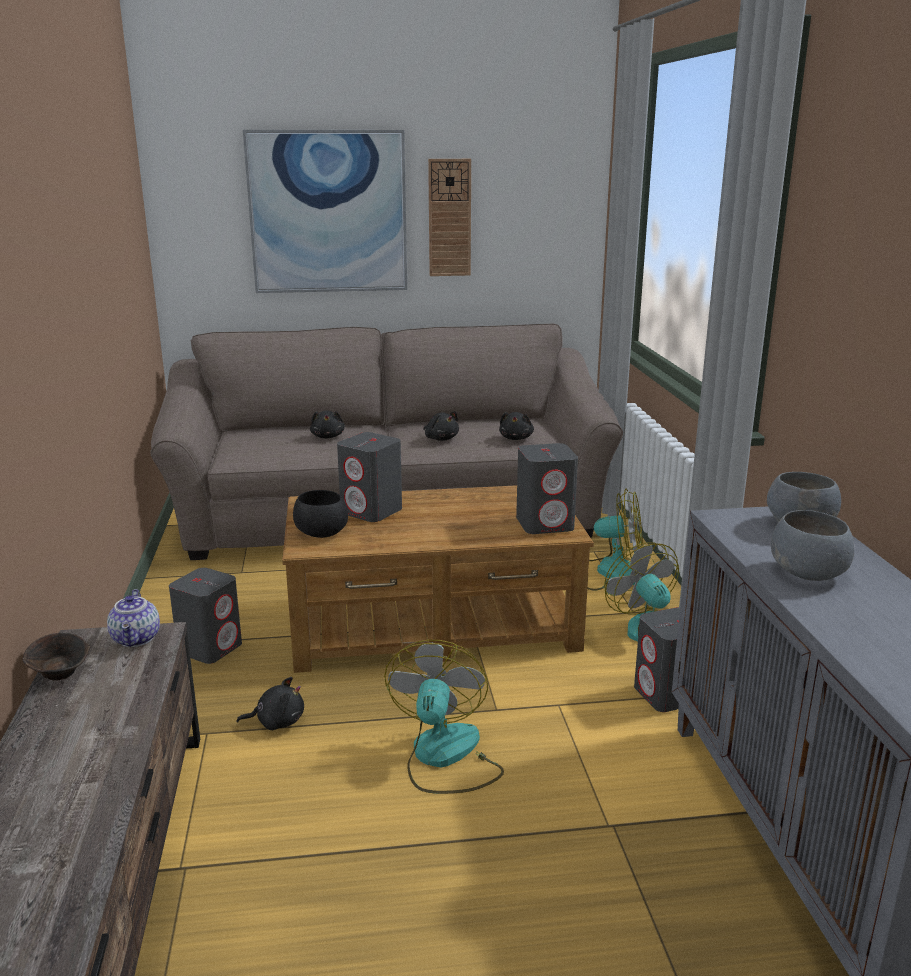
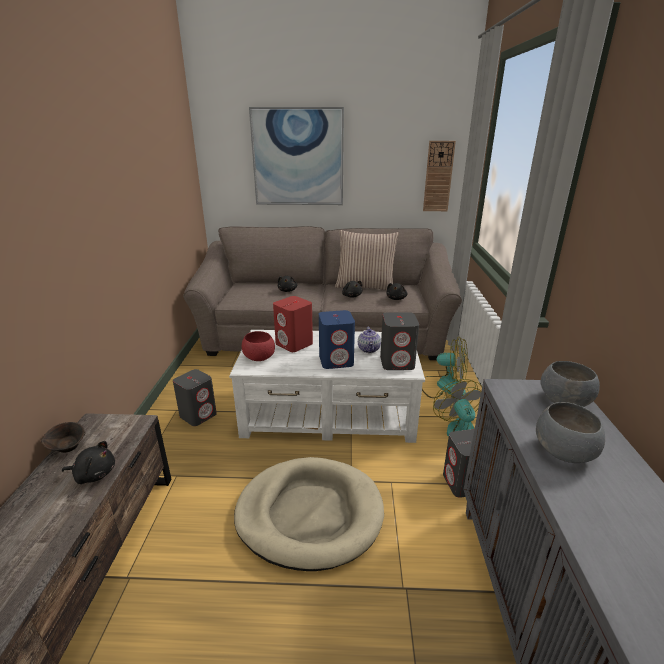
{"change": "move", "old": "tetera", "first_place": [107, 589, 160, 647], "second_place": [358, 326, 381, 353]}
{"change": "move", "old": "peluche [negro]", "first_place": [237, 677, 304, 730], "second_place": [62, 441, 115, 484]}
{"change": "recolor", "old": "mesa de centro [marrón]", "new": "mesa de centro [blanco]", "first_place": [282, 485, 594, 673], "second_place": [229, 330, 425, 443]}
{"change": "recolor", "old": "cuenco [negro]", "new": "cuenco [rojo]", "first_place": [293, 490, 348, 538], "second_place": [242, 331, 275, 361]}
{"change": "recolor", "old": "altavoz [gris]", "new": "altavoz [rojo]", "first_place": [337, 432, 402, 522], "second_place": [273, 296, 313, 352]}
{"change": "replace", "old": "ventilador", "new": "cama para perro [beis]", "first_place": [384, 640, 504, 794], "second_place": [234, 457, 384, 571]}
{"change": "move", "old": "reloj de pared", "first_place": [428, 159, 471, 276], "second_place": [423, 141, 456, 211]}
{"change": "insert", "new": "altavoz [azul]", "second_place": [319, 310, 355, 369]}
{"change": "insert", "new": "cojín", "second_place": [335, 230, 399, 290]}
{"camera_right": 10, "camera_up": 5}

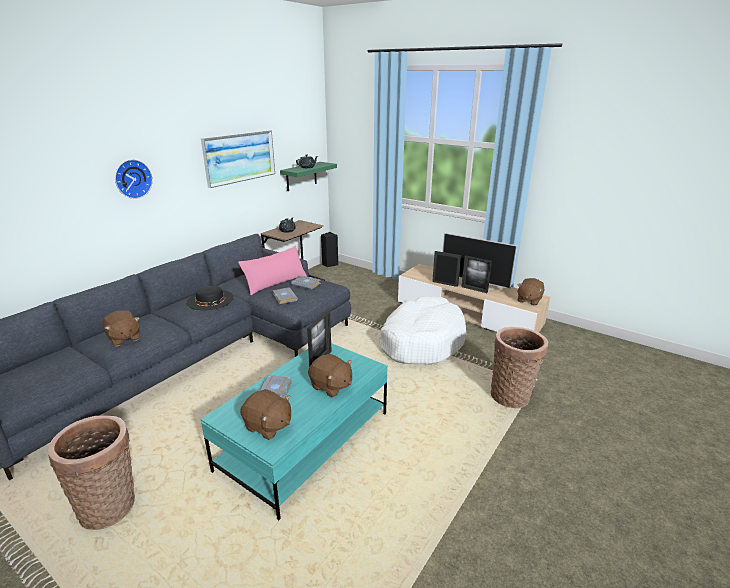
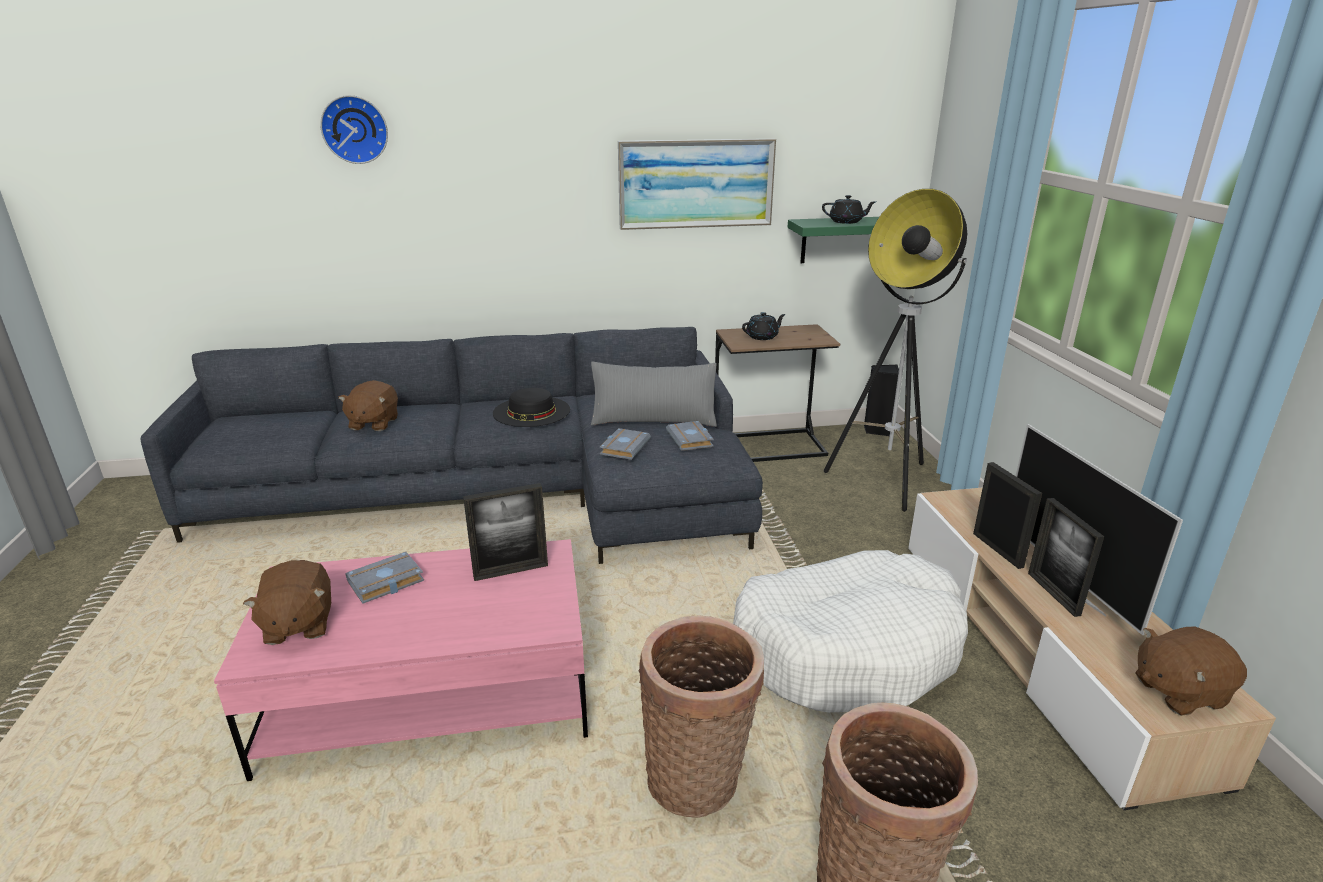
{"change": "move", "old": "cesta", "first_place": [48, 416, 135, 530], "second_place": [639, 616, 764, 818]}
{"change": "move", "old": "reloj de pared", "first_place": [115, 159, 153, 199], "second_place": [320, 95, 388, 164]}
{"change": "recolor", "old": "mesa de centro [turquesa]", "new": "mesa de centro [rosa]", "first_place": [201, 343, 388, 520], "second_place": [214, 539, 588, 781]}
{"change": "recolor", "old": "cojín [rosa]", "new": "cojín [gris]", "first_place": [238, 246, 307, 295], "second_place": [591, 362, 717, 427]}
{"change": "delete", "old": "peluche [marrón]", "first_place": [308, 354, 352, 397]}
{"change": "insert", "new": "lámpara de pie", "second_place": [824, 189, 967, 512]}
{"camera_right": 45, "camera_up": 0}

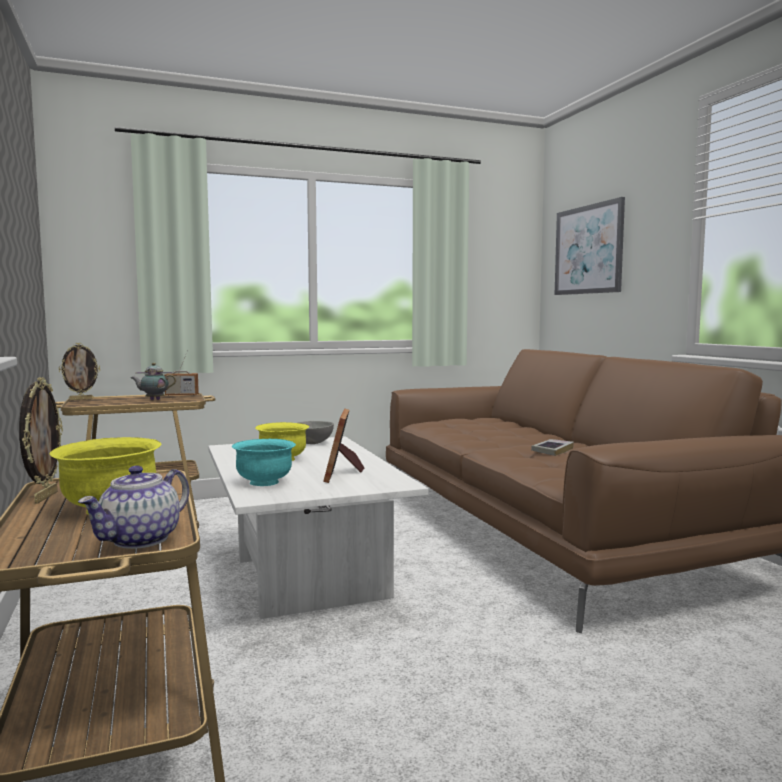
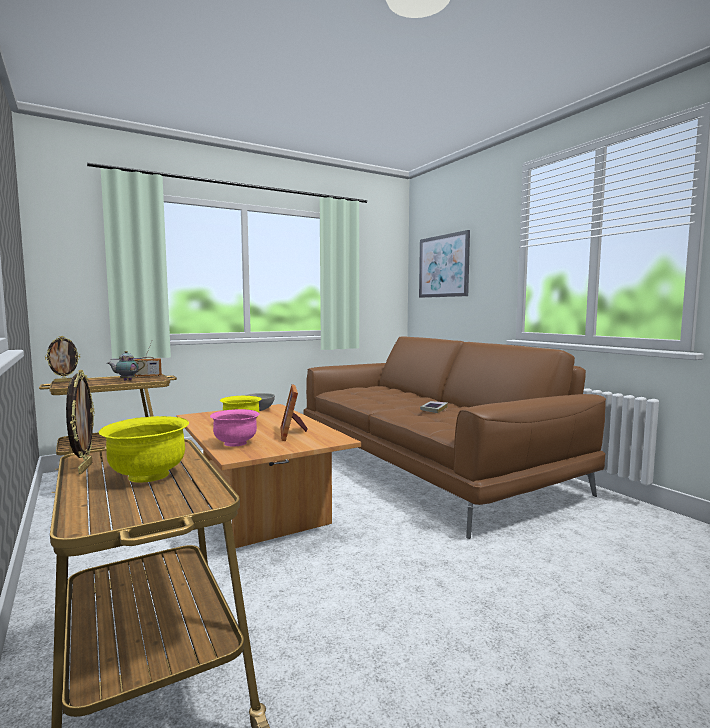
{"change": "delete", "old": "tetera", "first_place": [78, 465, 189, 549]}
{"change": "recolor", "old": "mesa de centro [blanco]", "new": "mesa de centro [marrón]", "first_place": [208, 436, 428, 619], "second_place": [176, 404, 361, 548]}
{"change": "recolor", "old": "cuenco [turquesa]", "new": "cuenco [rosa]", "first_place": [232, 439, 296, 486], "second_place": [210, 409, 260, 446]}
{"camera_right": -10, "camera_up": 0}

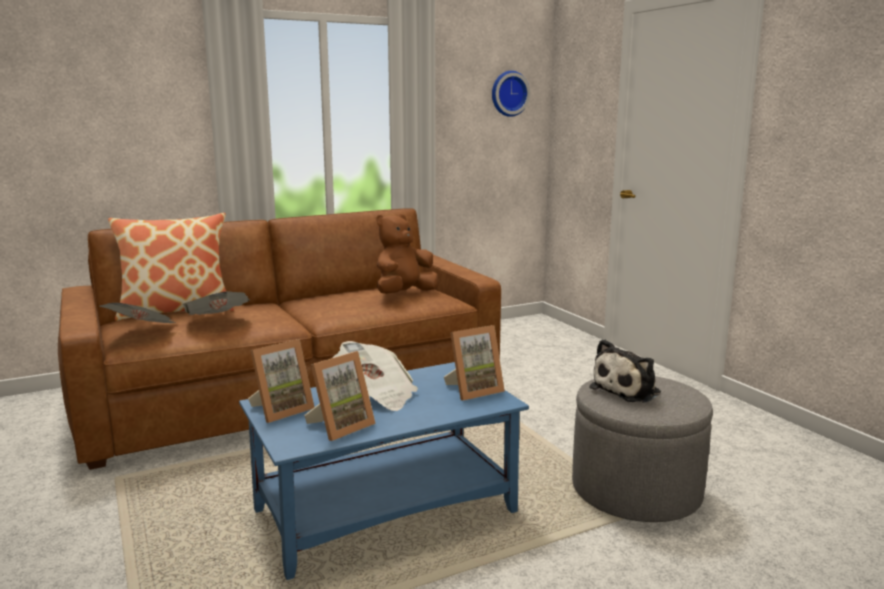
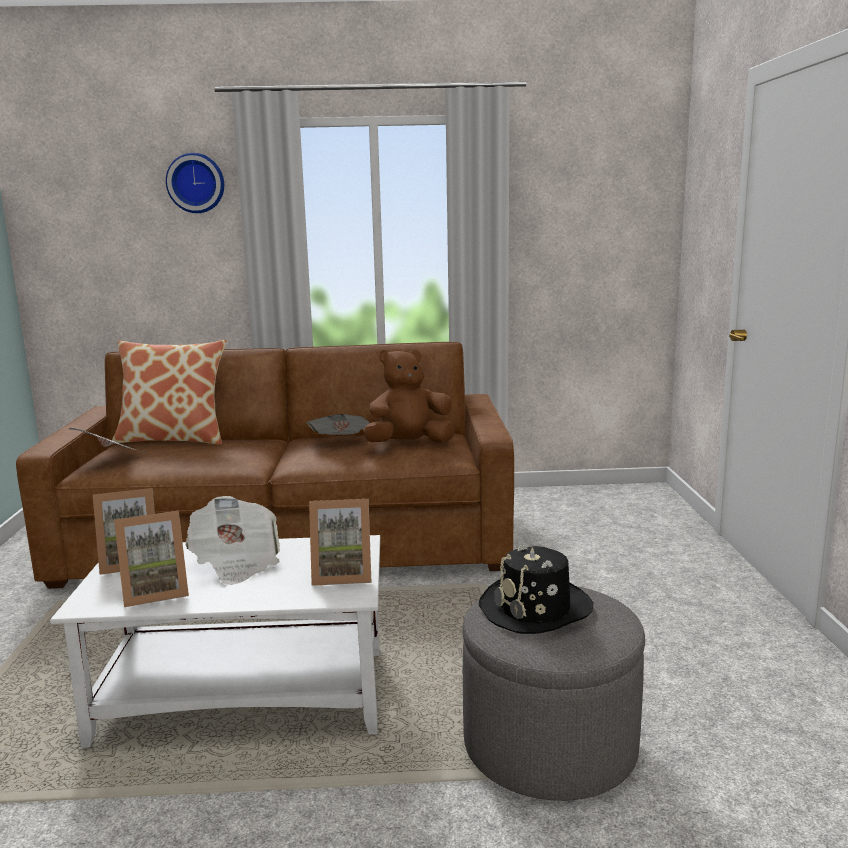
{"change": "move", "old": "periódico", "first_place": [183, 291, 250, 315], "second_place": [306, 414, 370, 435]}
{"change": "recolor", "old": "mesa de centro [azul]", "new": "mesa de centro [blanco]", "first_place": [239, 362, 529, 580], "second_place": [50, 535, 380, 748]}
{"change": "move", "old": "reloj de pared", "first_place": [492, 71, 530, 117], "second_place": [166, 153, 224, 213]}
{"change": "replace", "old": "peluche", "new": "sombrero [negro]", "first_place": [590, 339, 661, 402], "second_place": [479, 545, 593, 634]}
{"camera_right": 25, "camera_up": 0}

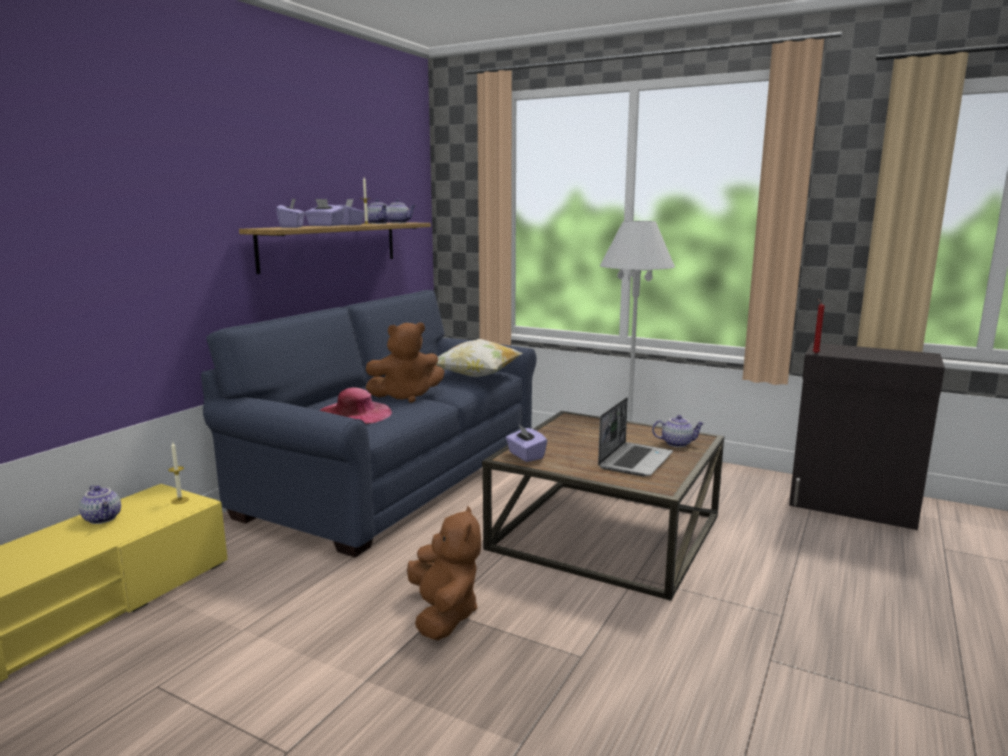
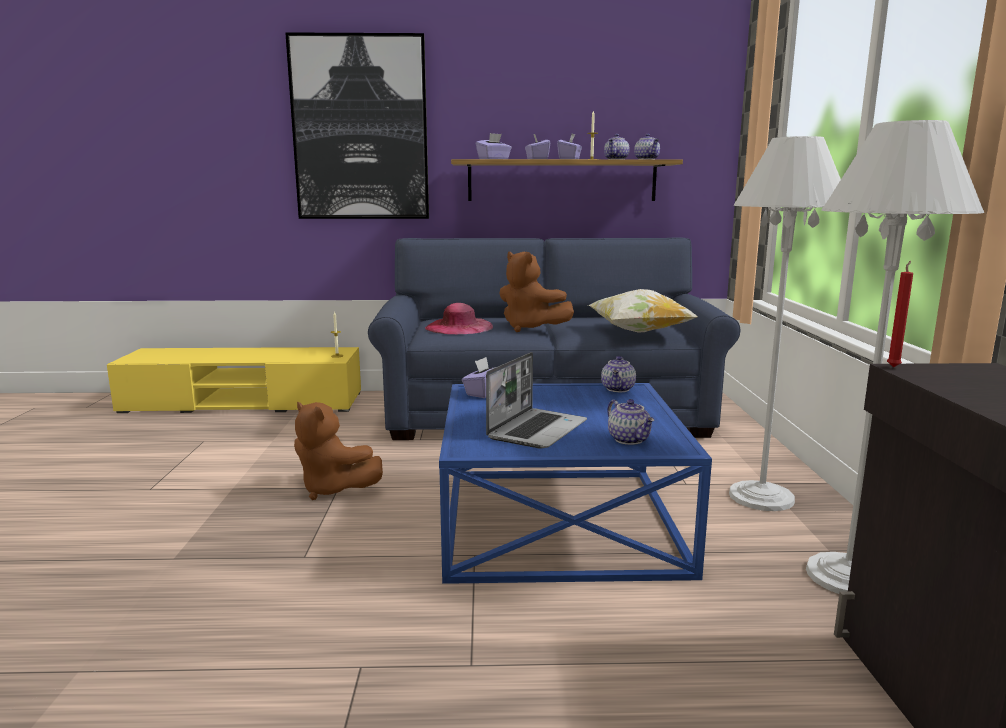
{"change": "move", "old": "tetera", "first_place": [79, 485, 121, 524], "second_place": [601, 356, 636, 392]}
{"change": "rotate", "old": "peluche [marrón]", "first_place": [407, 506, 481, 640], "second_place": [294, 402, 383, 500], "degrees": 75}
{"change": "recolor", "old": "mesa de centro [marrón]", "new": "mesa de centro [azul]", "first_place": [482, 411, 724, 601], "second_place": [439, 383, 712, 584]}
{"change": "rotate", "old": "portátil", "first_place": [598, 397, 673, 476], "second_place": [486, 352, 587, 449], "degrees": -60}
{"change": "insert", "new": "cuadro", "second_place": [285, 32, 429, 219]}
{"change": "insert", "new": "lámpara de pie [blanco]", "second_place": [806, 120, 984, 594]}
{"camera_right": 60, "camera_up": 0}

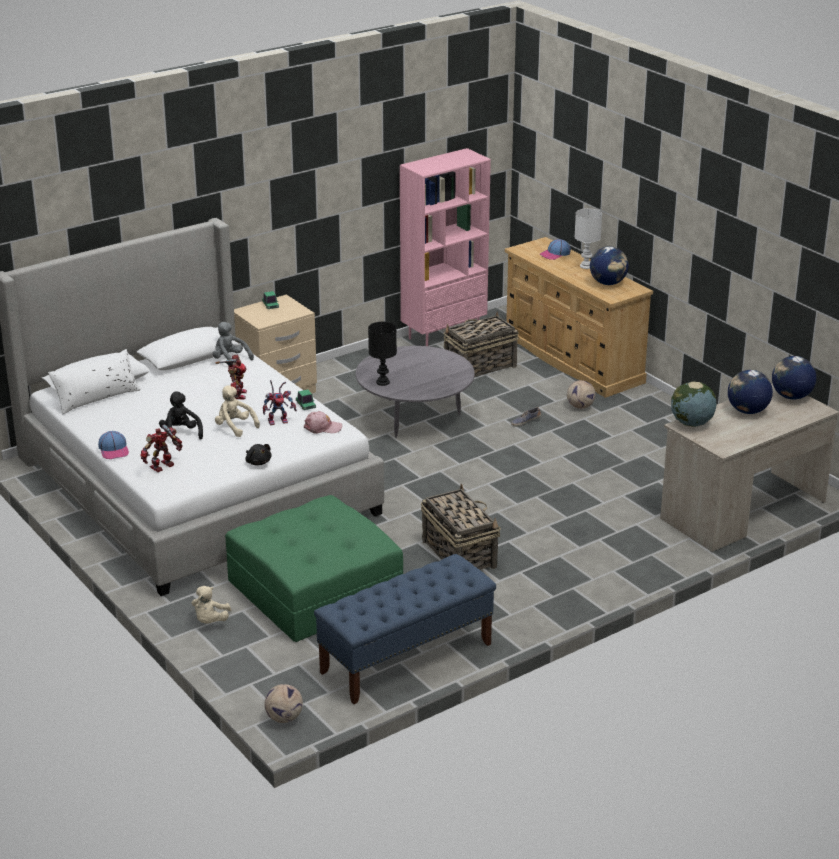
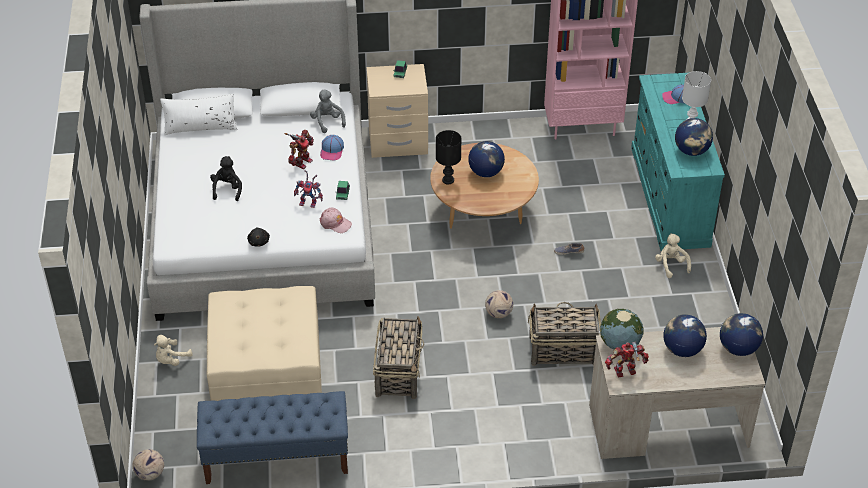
{"change": "move", "old": "gorra", "first_place": [98, 431, 129, 459], "second_place": [320, 135, 344, 161]}
{"change": "move", "old": "robot de juguete", "first_place": [141, 424, 183, 472], "second_place": [605, 341, 649, 378]}
{"change": "move", "old": "peluche [beis]", "first_place": [215, 385, 260, 437], "second_place": [655, 233, 691, 278]}
{"change": "recolor", "old": "puf [verde]", "new": "puf [beis]", "first_place": [225, 495, 403, 642], "second_place": [207, 286, 322, 401]}
{"change": "recolor", "old": "mesa de centro [gris]", "new": "mesa de centro [marrón]", "first_place": [356, 346, 475, 438], "second_place": [430, 143, 539, 229]}
{"change": "move", "old": "cesta", "first_place": [443, 312, 519, 377], "second_place": [528, 302, 601, 366]}
{"change": "recolor", "old": "cómoda [beis]", "new": "cómoda [turquesa]", "first_place": [505, 237, 653, 398], "second_place": [631, 73, 725, 251]}
{"change": "move", "old": "balón de fútbol", "first_place": [567, 380, 596, 409], "second_place": [485, 290, 513, 318]}
{"change": "insert", "new": "globo terráqueo", "second_place": [468, 141, 505, 177]}
{"camera_right": 30, "camera_up": 15}

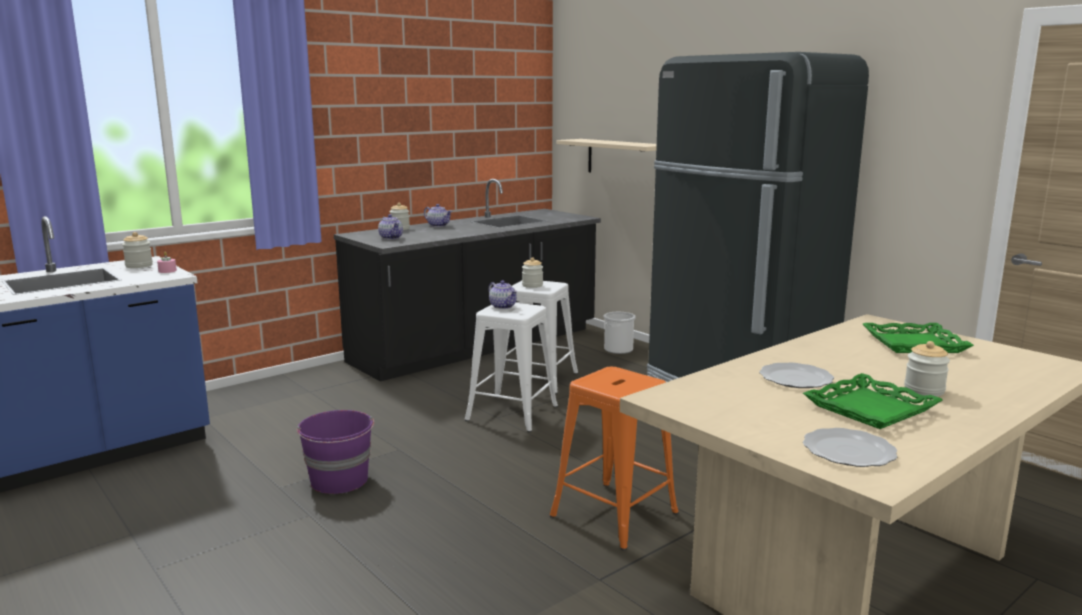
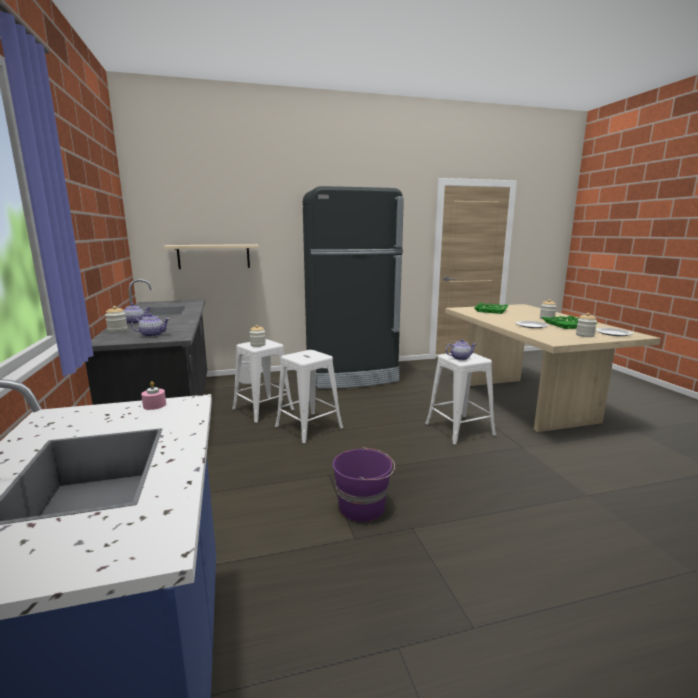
{"change": "move", "old": "tarro", "first_place": [122, 232, 153, 268], "second_place": [576, 313, 597, 337]}
{"change": "move", "old": "tetera", "first_place": [489, 280, 517, 309], "second_place": [446, 339, 476, 360]}
{"change": "recolor", "old": "taburete [naranja]", "new": "taburete [blanco]", "first_place": [550, 367, 679, 551], "second_place": [425, 353, 496, 446]}
{"camera_right": -65, "camera_up": 0}

